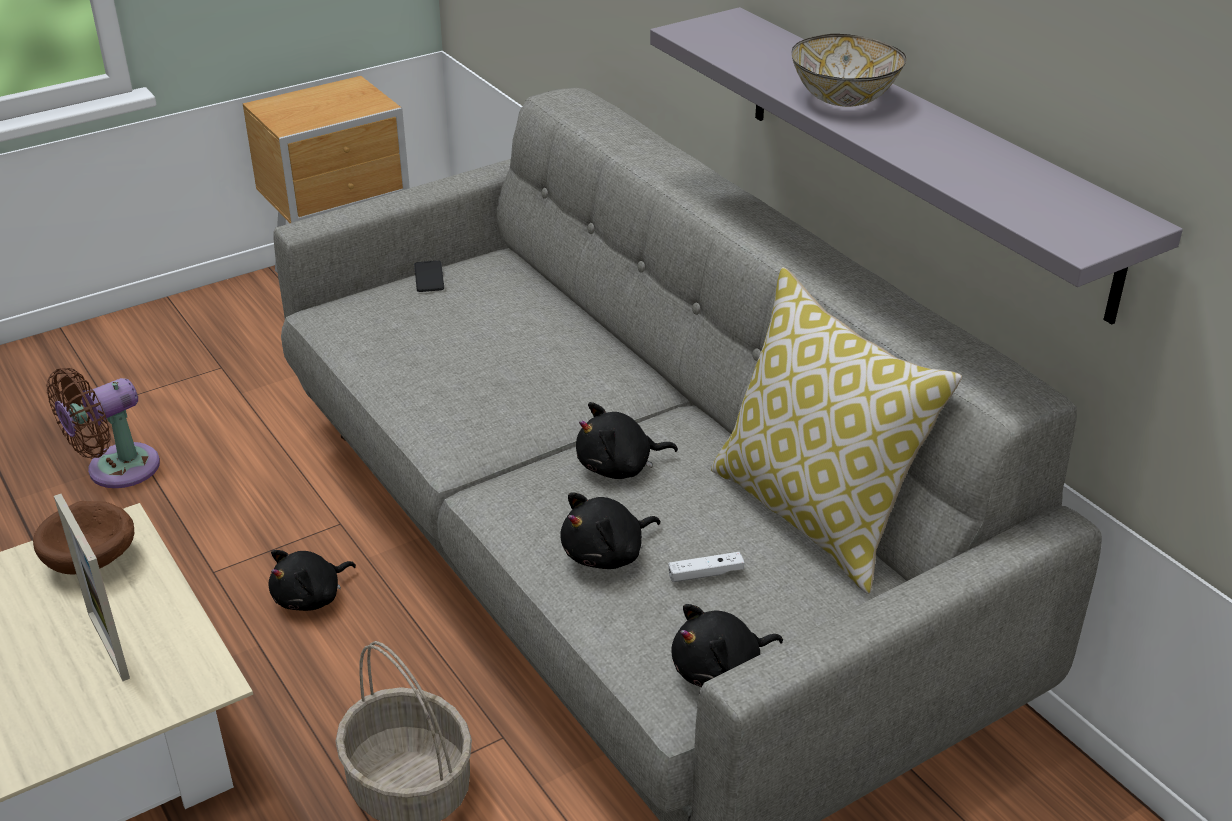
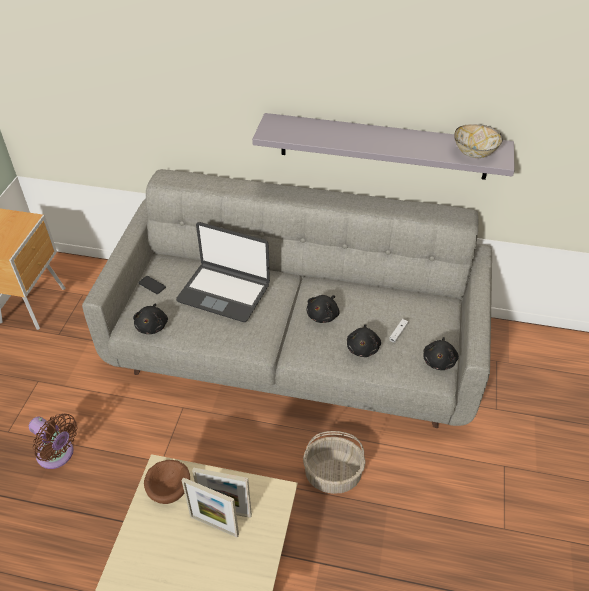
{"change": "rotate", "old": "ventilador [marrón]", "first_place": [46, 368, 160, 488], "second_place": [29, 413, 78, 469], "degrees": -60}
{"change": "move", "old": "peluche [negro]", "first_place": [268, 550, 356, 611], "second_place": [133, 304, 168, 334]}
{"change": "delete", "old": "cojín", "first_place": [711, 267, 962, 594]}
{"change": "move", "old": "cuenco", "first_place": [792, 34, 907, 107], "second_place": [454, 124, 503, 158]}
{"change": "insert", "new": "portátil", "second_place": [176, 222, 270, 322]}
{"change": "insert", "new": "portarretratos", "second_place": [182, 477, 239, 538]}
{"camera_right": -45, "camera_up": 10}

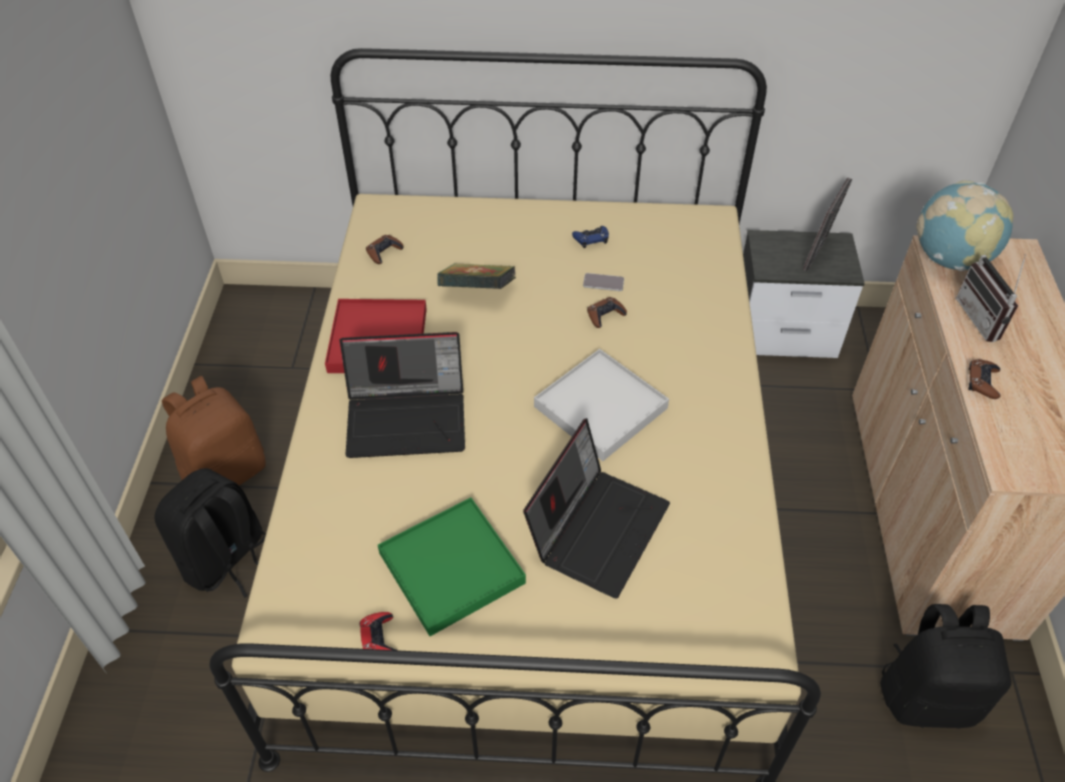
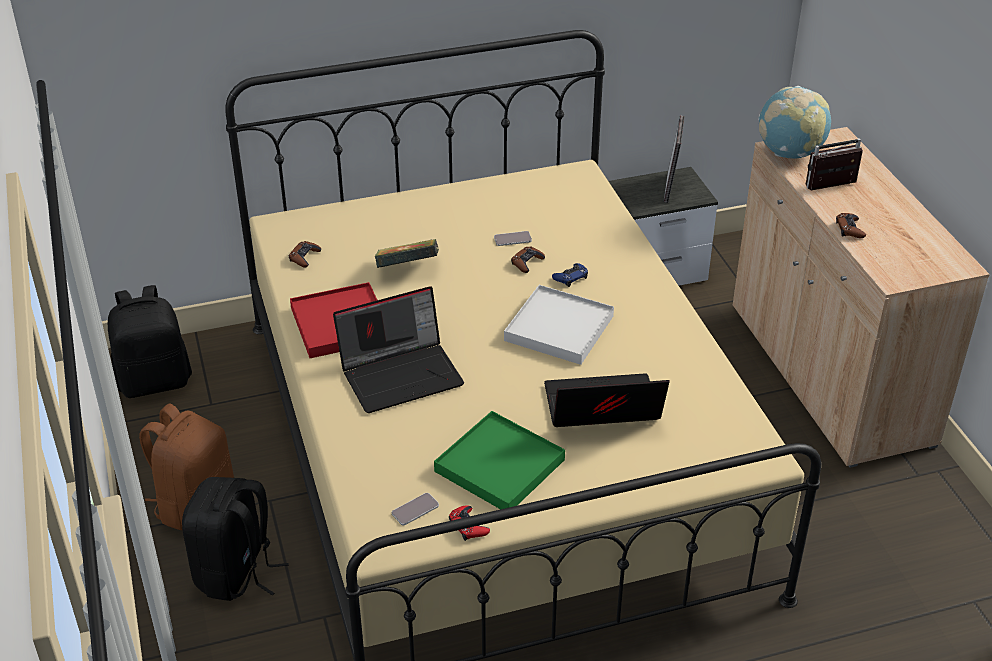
{"change": "rotate", "old": "portátil", "first_place": [523, 418, 670, 598], "second_place": [544, 373, 670, 427], "degrees": -105}
{"change": "move", "old": "mando de consola [azul]", "first_place": [572, 226, 609, 248], "second_place": [552, 263, 588, 287]}
{"change": "move", "old": "mochila [negro]", "first_place": [880, 604, 1012, 729], "second_place": [108, 285, 192, 398]}
{"change": "rotate", "old": "radio", "first_place": [956, 254, 1026, 342], "second_place": [806, 138, 863, 190], "degrees": 105}
{"change": "insert", "new": "móvil", "second_place": [392, 493, 439, 525]}
{"camera_right": -20, "camera_up": -10}

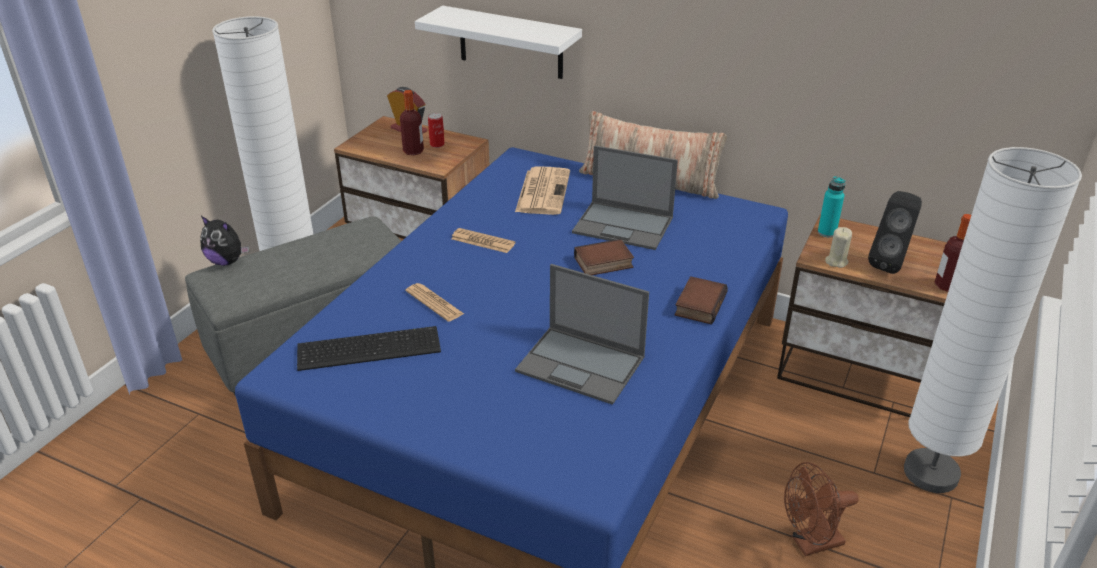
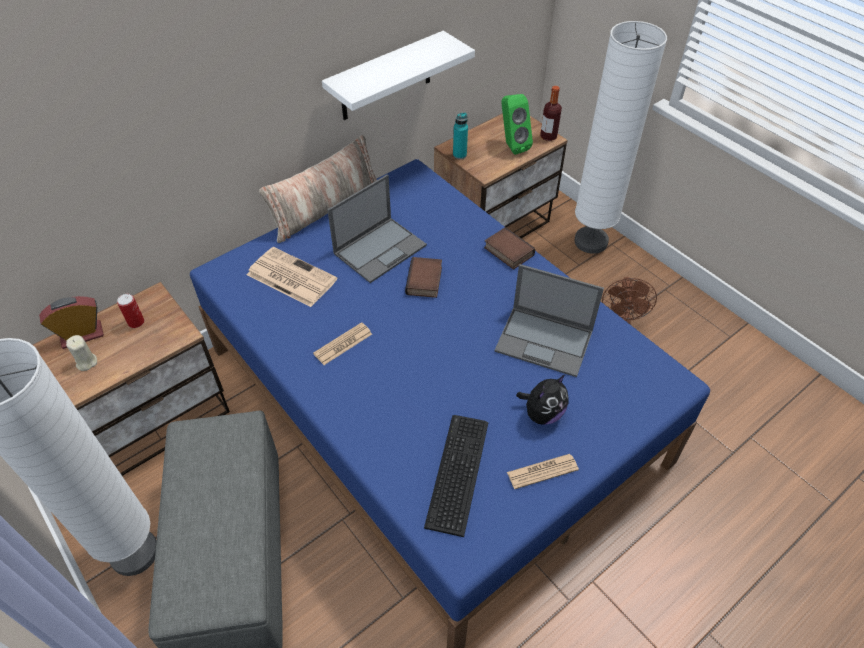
{"change": "move", "old": "peluche", "first_place": [200, 216, 249, 266], "second_place": [516, 375, 568, 425]}
{"change": "delete", "old": "botella", "first_place": [400, 90, 424, 155]}
{"change": "move", "old": "periódico", "first_place": [406, 283, 464, 322], "second_place": [507, 454, 579, 489]}
{"change": "move", "old": "estante [blanco]", "first_place": [415, 6, 582, 79], "second_place": [322, 31, 475, 120]}
{"change": "rotate", "old": "portátil", "first_place": [515, 264, 649, 405], "second_place": [495, 264, 604, 377], "degrees": 60}
{"change": "move", "old": "vela [beis]", "first_place": [825, 227, 852, 268], "second_place": [66, 335, 97, 371]}
{"change": "recolor", "old": "altavoz [negro]", "new": "altavoz [verde]", "first_place": [868, 191, 922, 274], "second_place": [501, 94, 533, 155]}
{"camera_right": -65, "camera_up": 15}

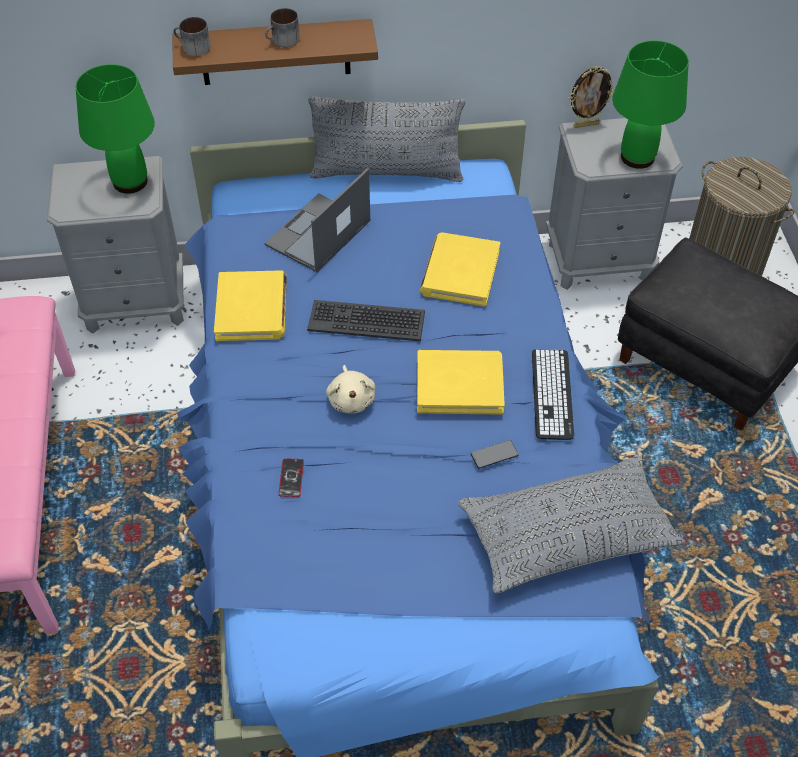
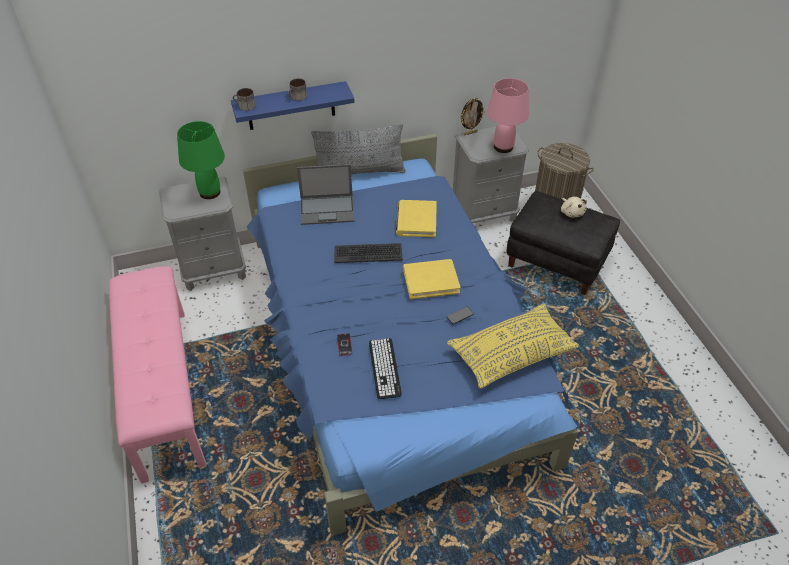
{"change": "recolor", "old": "estante [marrón]", "new": "estante [azul]", "first_place": [173, 19, 378, 85], "second_place": [231, 81, 355, 130]}
{"change": "delete", "old": "libro [amarillo]", "first_place": [214, 270, 287, 341]}
{"change": "rotate", "old": "portátil", "first_place": [265, 168, 370, 272], "second_place": [297, 164, 354, 225], "degrees": -120}
{"change": "move", "old": "peluche [beis]", "first_place": [326, 365, 375, 413], "second_place": [561, 197, 587, 217]}
{"change": "recolor", "old": "cojín [gris]", "new": "cojín [amarillo]", "first_place": [458, 456, 684, 594], "second_place": [447, 304, 579, 389]}
{"change": "move", "old": "teclado", "first_place": [532, 349, 574, 440], "second_place": [369, 338, 402, 399]}
{"change": "recolor", "old": "lámpara de mesa [verde]", "new": "lámpara de mesa [rosa]", "first_place": [612, 40, 689, 169], "second_place": [487, 78, 529, 153]}
{"camera_right": -10, "camera_up": -5}

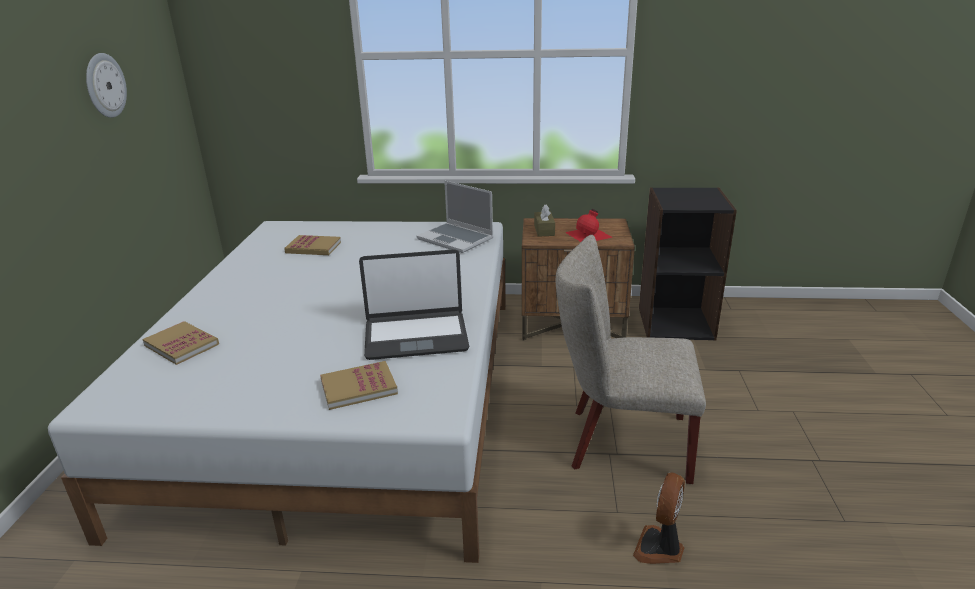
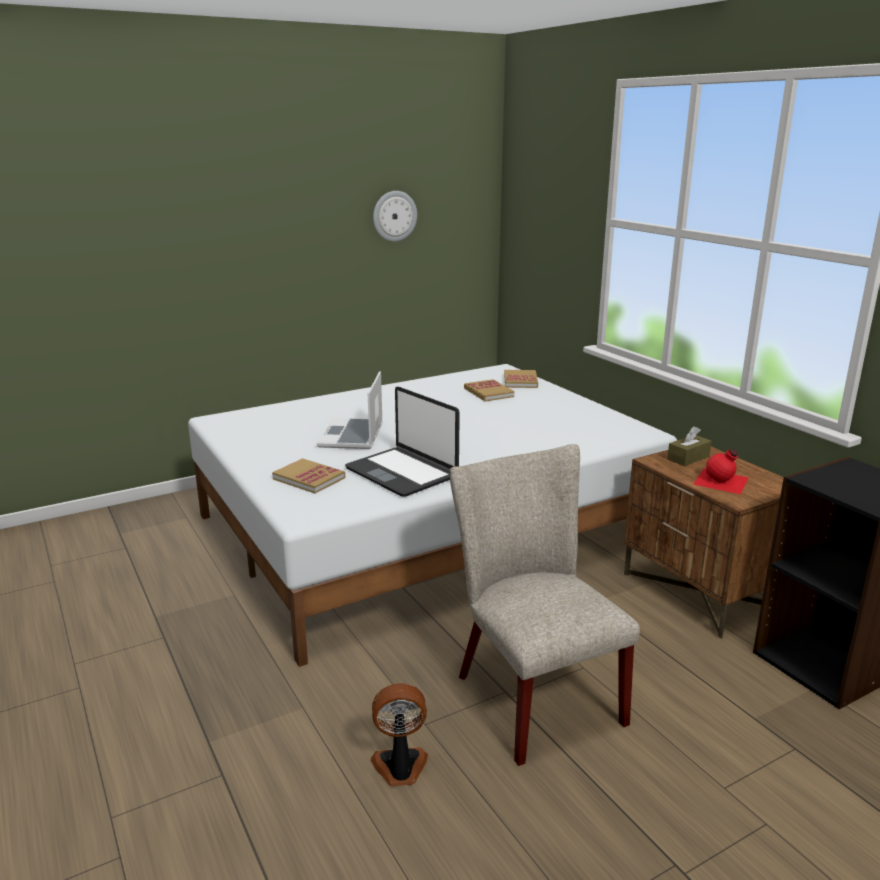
{"change": "move", "old": "libro", "first_place": [143, 321, 219, 365], "second_place": [504, 370, 538, 388]}
{"change": "move", "old": "portátil", "first_place": [417, 181, 493, 253], "second_place": [317, 371, 383, 449]}
{"camera_right": 55, "camera_up": -5}

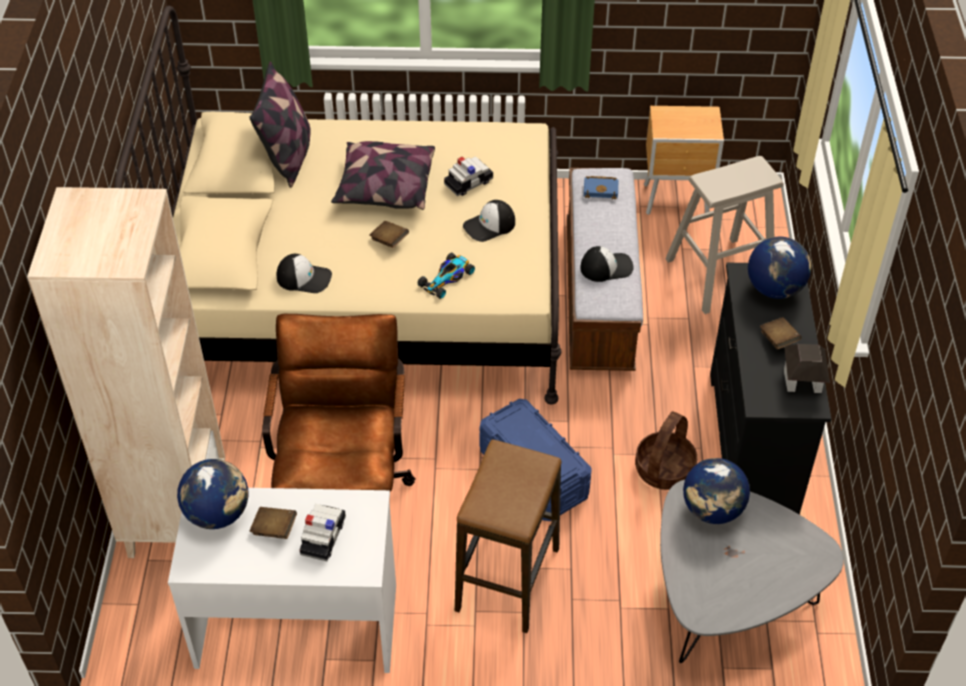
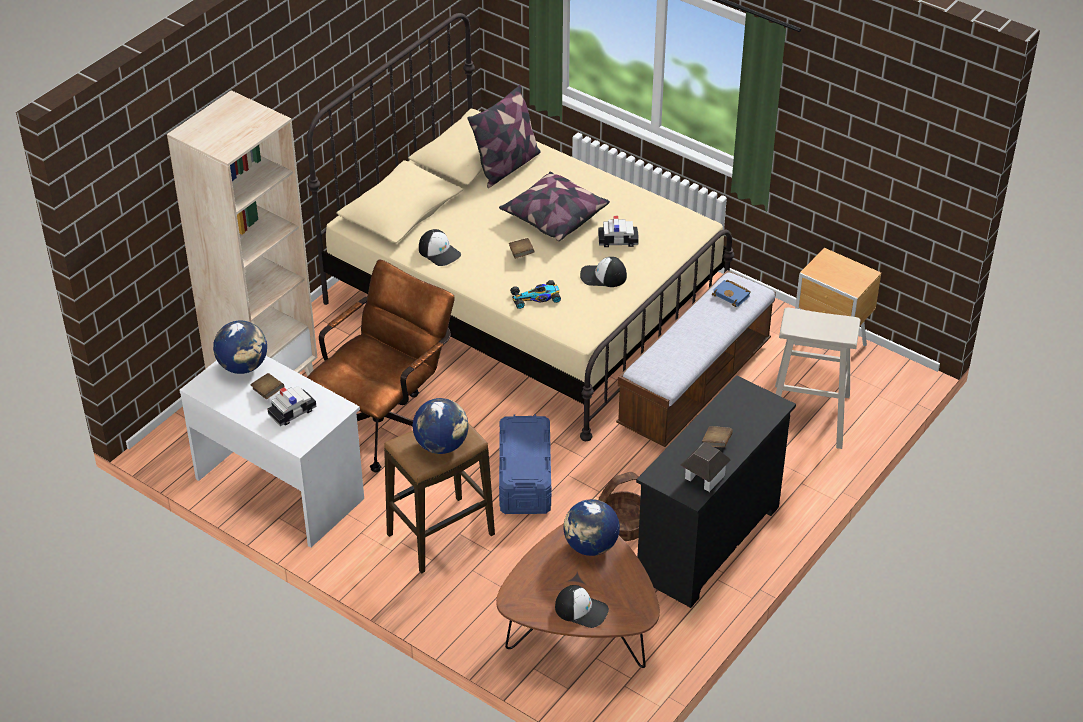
{"change": "move", "old": "gorra", "first_place": [580, 246, 634, 282], "second_place": [555, 585, 609, 628]}
{"change": "recolor", "old": "mesa de centro [gris]", "new": "mesa de centro [marrón]", "first_place": [660, 480, 844, 663], "second_place": [496, 523, 660, 668]}
{"change": "move", "old": "globo terráqueo", "first_place": [748, 236, 811, 299], "second_place": [413, 398, 469, 454]}
{"camera_right": 35, "camera_up": -5}

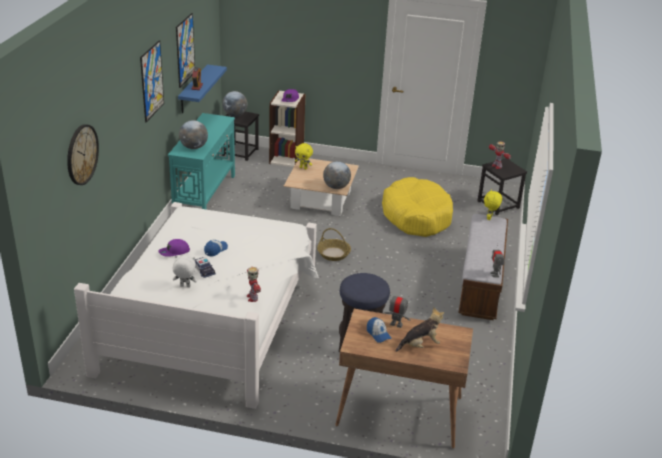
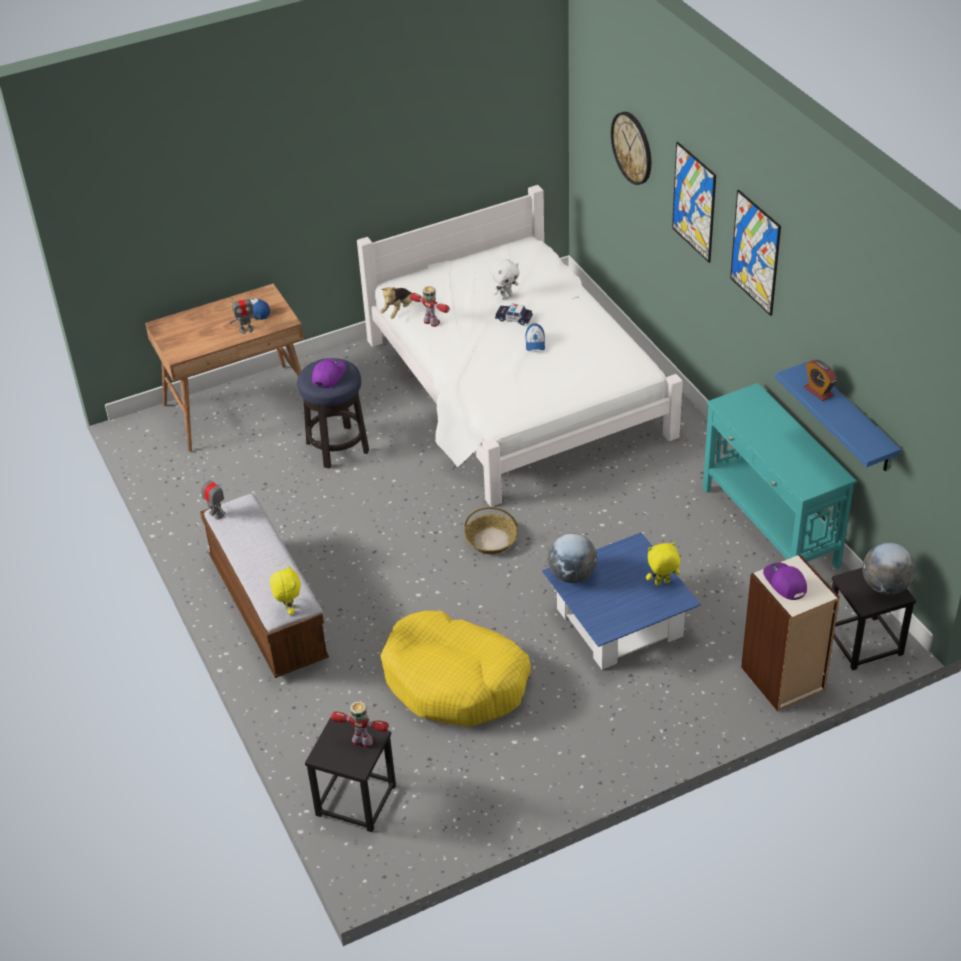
{"change": "move", "old": "gorra [morado]", "first_place": [158, 239, 190, 257], "second_place": [312, 358, 346, 388]}
{"change": "move", "old": "cuadro", "first_place": [176, 13, 195, 88], "second_place": [672, 142, 716, 263]}
{"change": "delete", "old": "globo terráqueo", "first_place": [179, 120, 208, 149]}
{"change": "recolor", "old": "mesa de centro [beis]", "new": "mesa de centro [azul]", "first_place": [284, 158, 359, 216], "second_place": [542, 532, 701, 670]}
{"change": "move", "old": "peluche", "first_place": [396, 307, 444, 352], "second_place": [380, 287, 412, 318]}
{"camera_right": 145, "camera_up": 10}

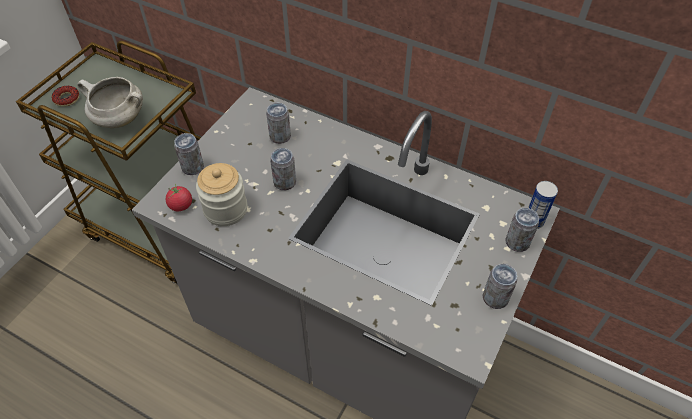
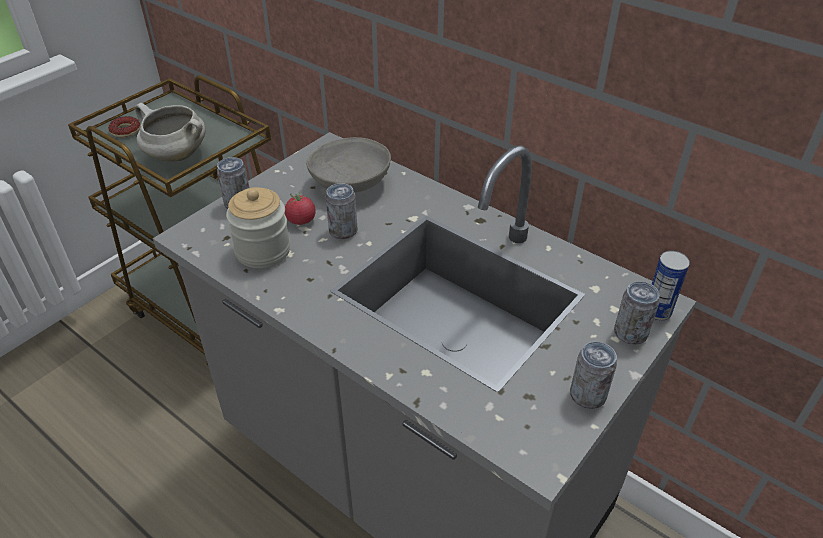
{"change": "move", "old": "tomate", "first_place": [166, 183, 192, 211], "second_place": [285, 191, 316, 225]}
{"change": "replace", "old": "lata", "new": "cuenco [gris]", "first_place": [266, 103, 291, 144], "second_place": [306, 137, 391, 193]}
{"camera_right": 10, "camera_up": -10}

